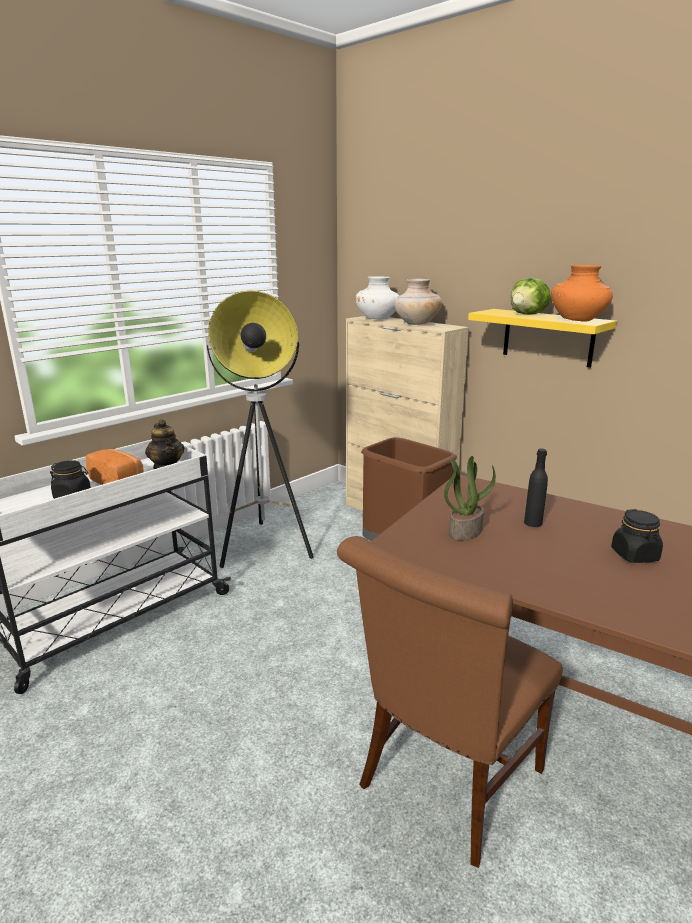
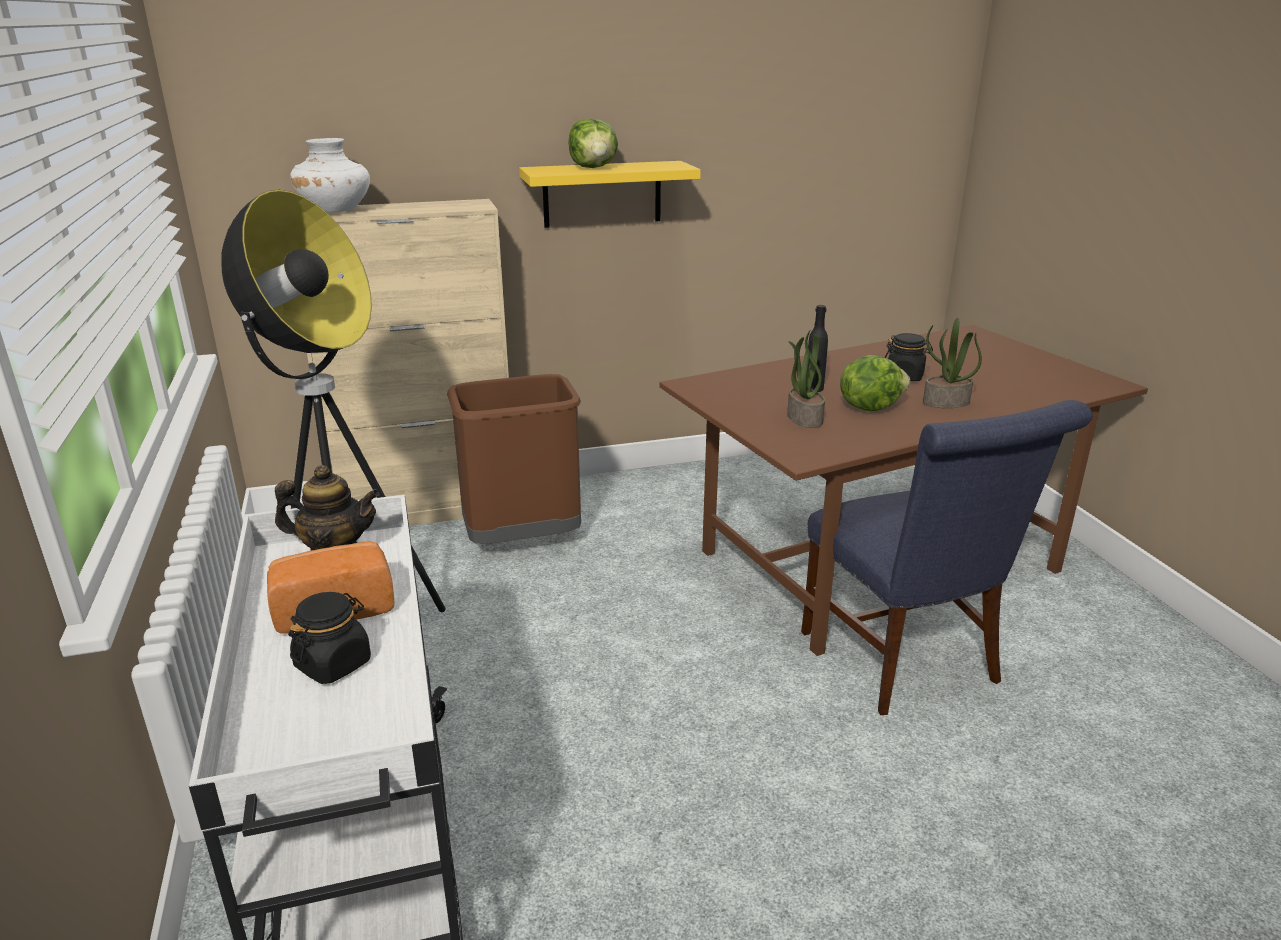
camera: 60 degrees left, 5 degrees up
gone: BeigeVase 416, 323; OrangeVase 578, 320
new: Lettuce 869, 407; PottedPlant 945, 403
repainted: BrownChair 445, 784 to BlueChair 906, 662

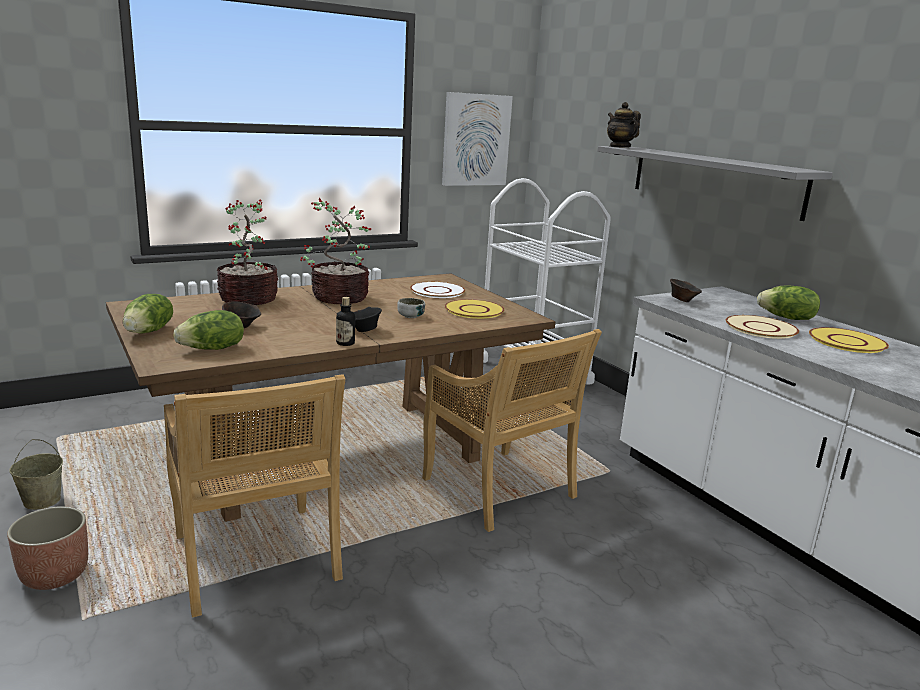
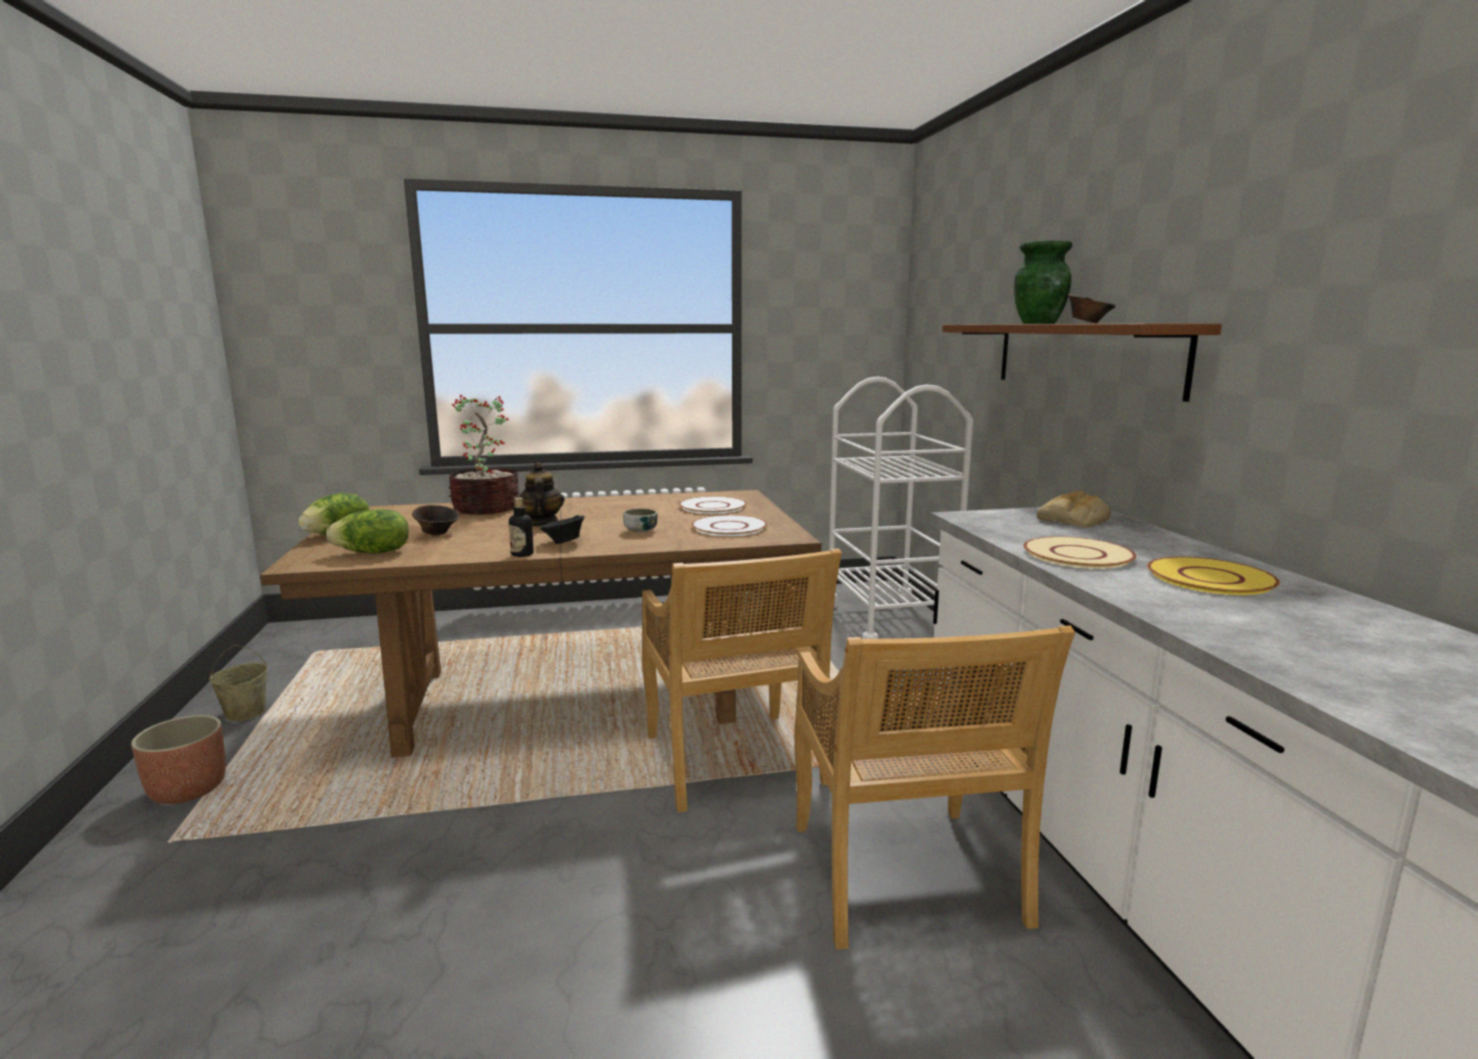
camera: 20 degrees right, 5 degrees down
gone: PottedPlant 338, 298; Picture 476, 140; Lettuce 787, 318
new: GreenVase 1039, 323; Bread 1074, 520
shifted: BeigeChair 256, 560 to 906, 877; Teapot 619, 147 to 541, 523; BrownBowl 682, 300 to 1088, 323
repainted: YellowPlate 474, 310 to WhitePlate 729, 527; GreyShelf 714, 180 to BrownShelf 1082, 356

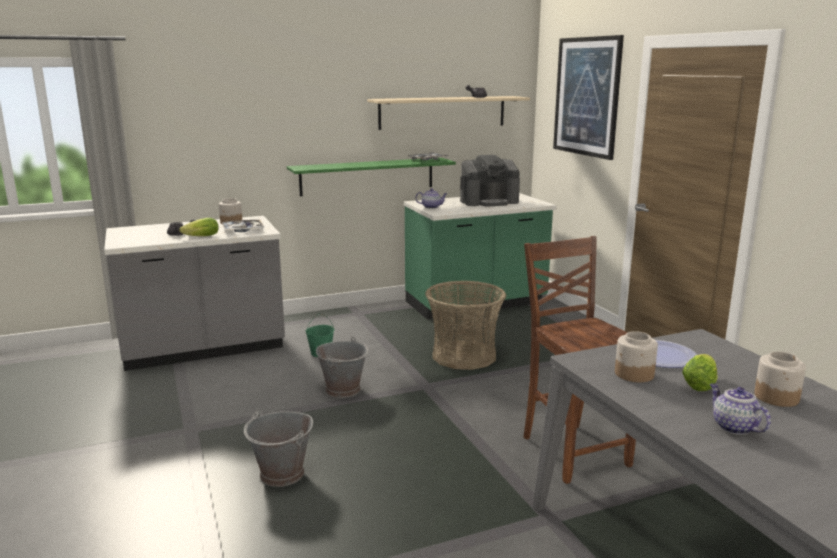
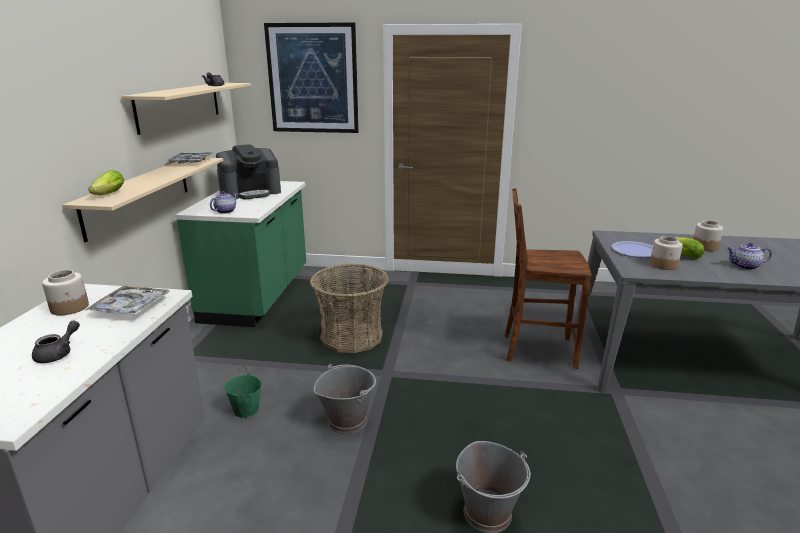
camera: 60 degrees left, 5 degrees up
shifted: Lettuce 199, 237 to 107, 195
repainted: GreenShelf 367, 176 to BeigeShelf 139, 195
rotated: CoffeeMachine 489, 201 = 250, 193 45 degrees clockwise

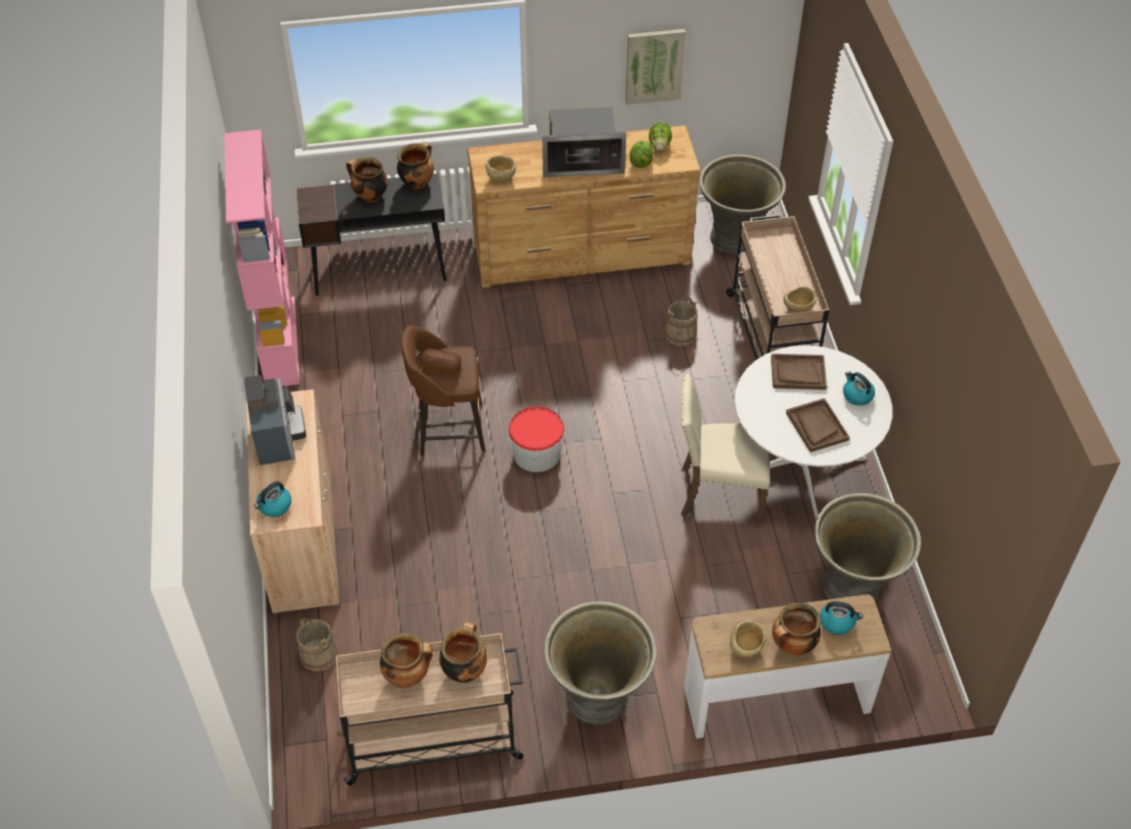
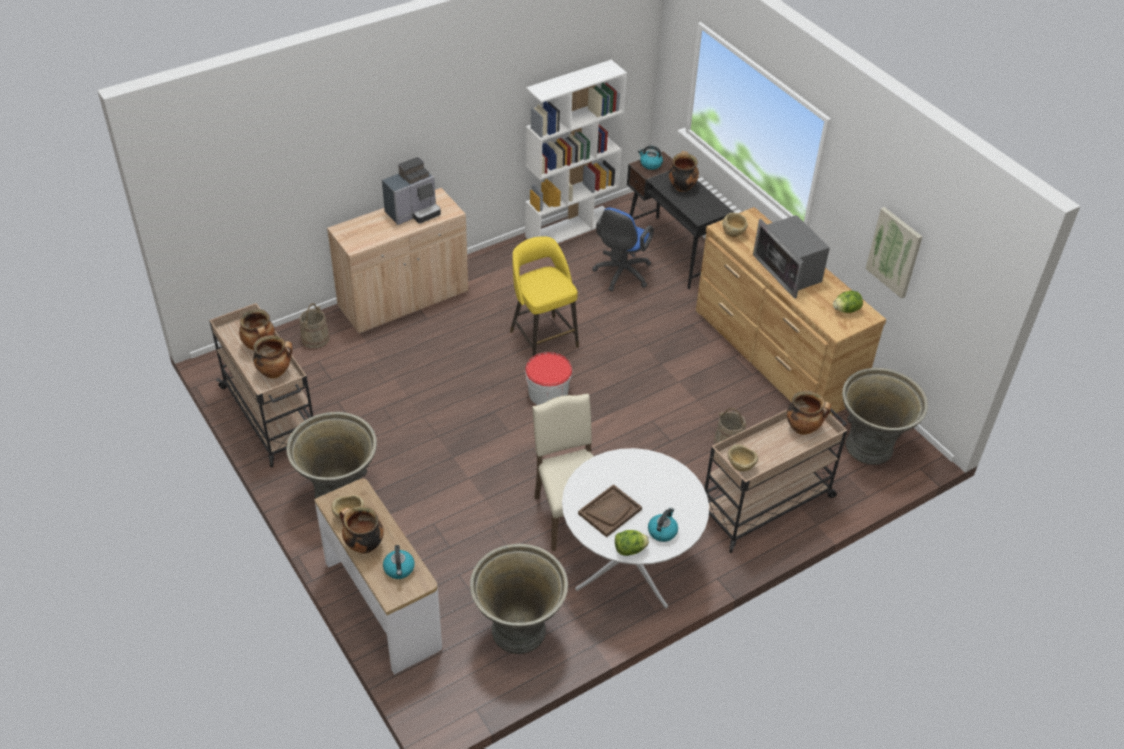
camera: 65 degrees right, 5 degrees down
gone: Bread 441, 367; BrownTray 798, 373
new: BlueOfficeChair 621, 275
shifted: Kettle 274, 506 to 650, 164; CookingPot 417, 182 to 803, 428; Lettuce 641, 162 to 629, 549
repainted: PinkBookcase 279, 341 to WhiteBookcase 571, 227; BrownStool 448, 429 to YellowStool 543, 337

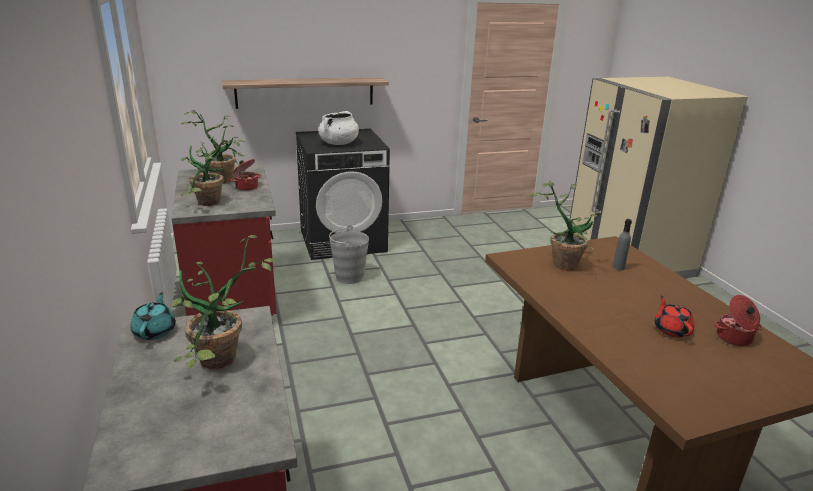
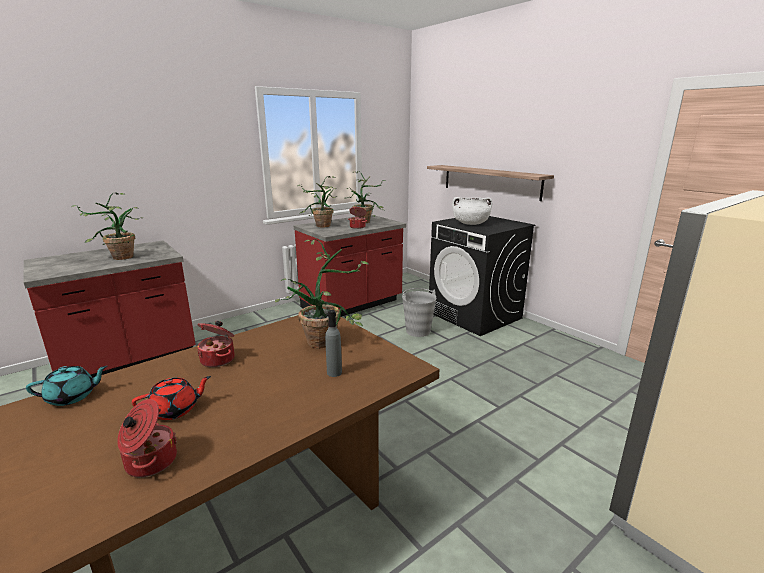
camera: 70 degrees right, 5 degrees down
new: CookingPot 218, 359
shifted: TurquoiseTeapot 155, 331 to 72, 397

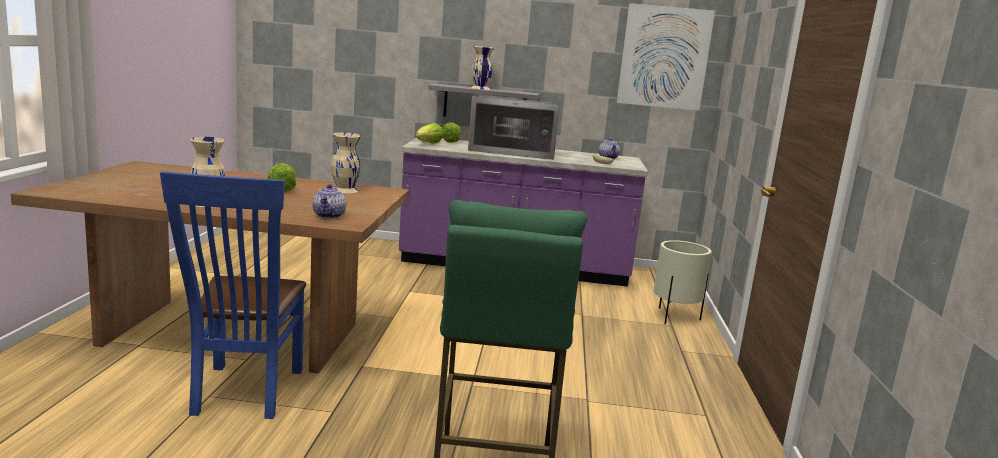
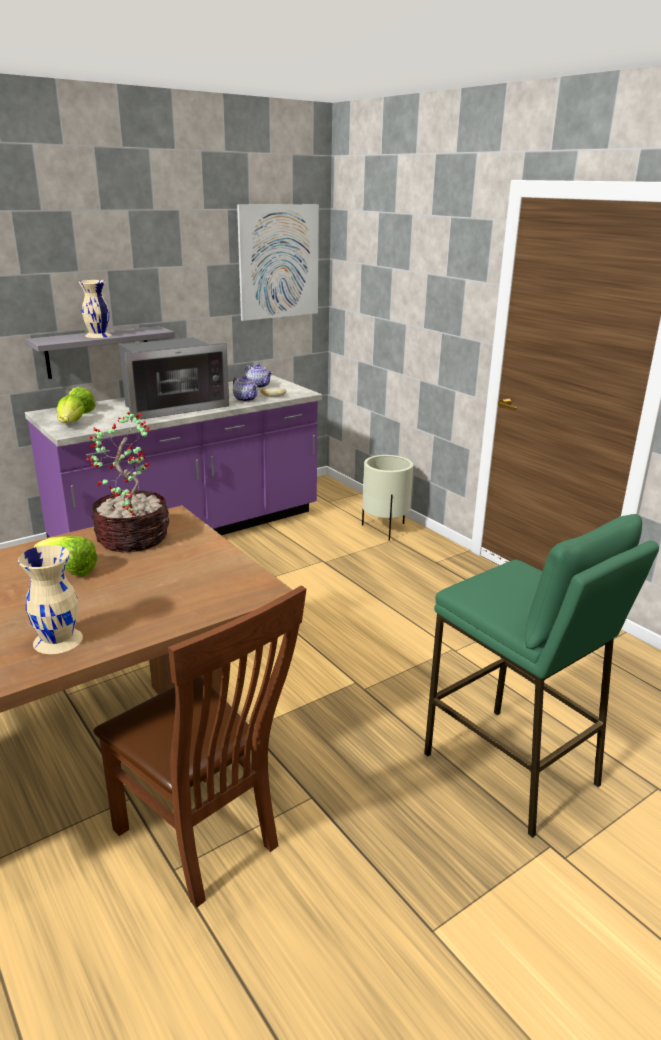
camera: 40 degrees left, 10 degrees up
shifted: Teapot 330, 216 to 246, 399
swapped: BeigeVase 345, 190 to PottedPlant 133, 537
repainted: BlueChair 243, 394 to BrownChair 203, 841

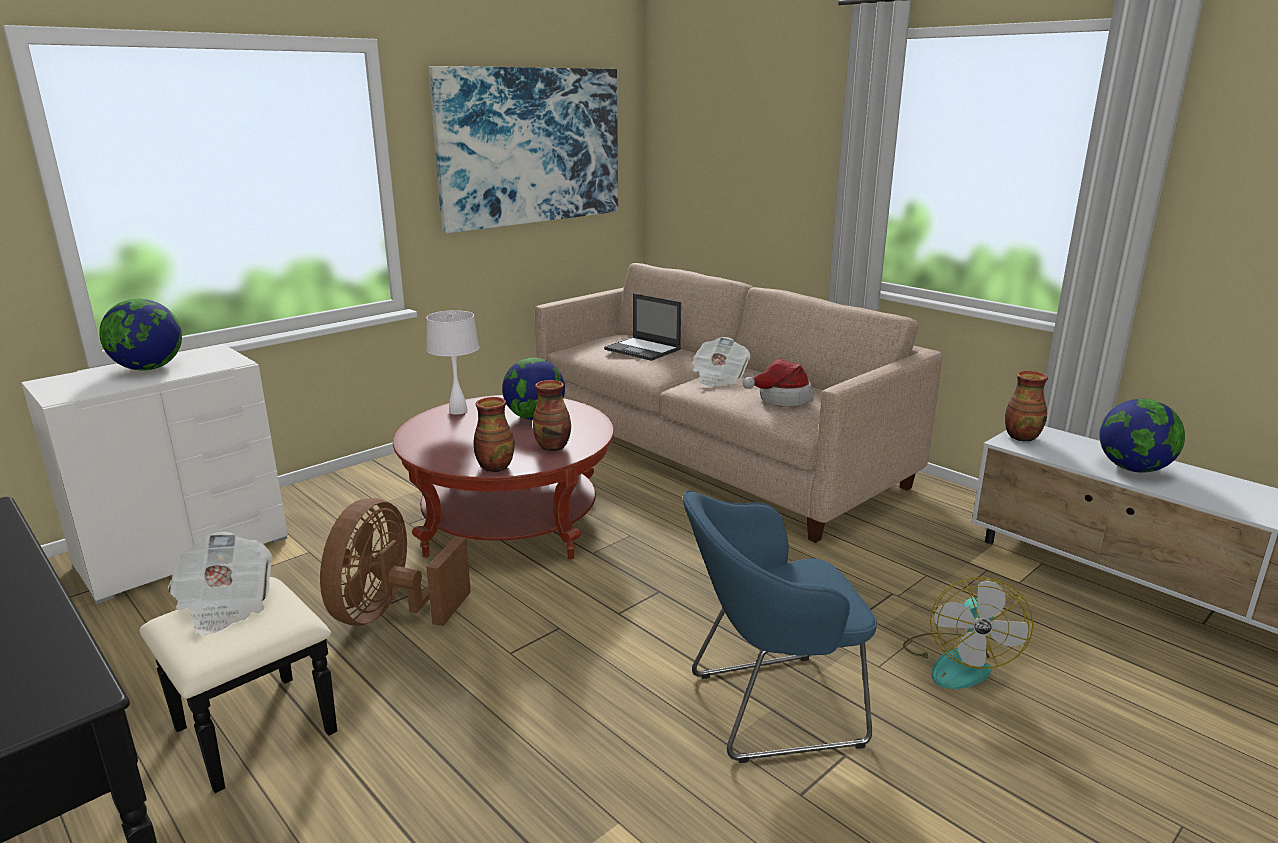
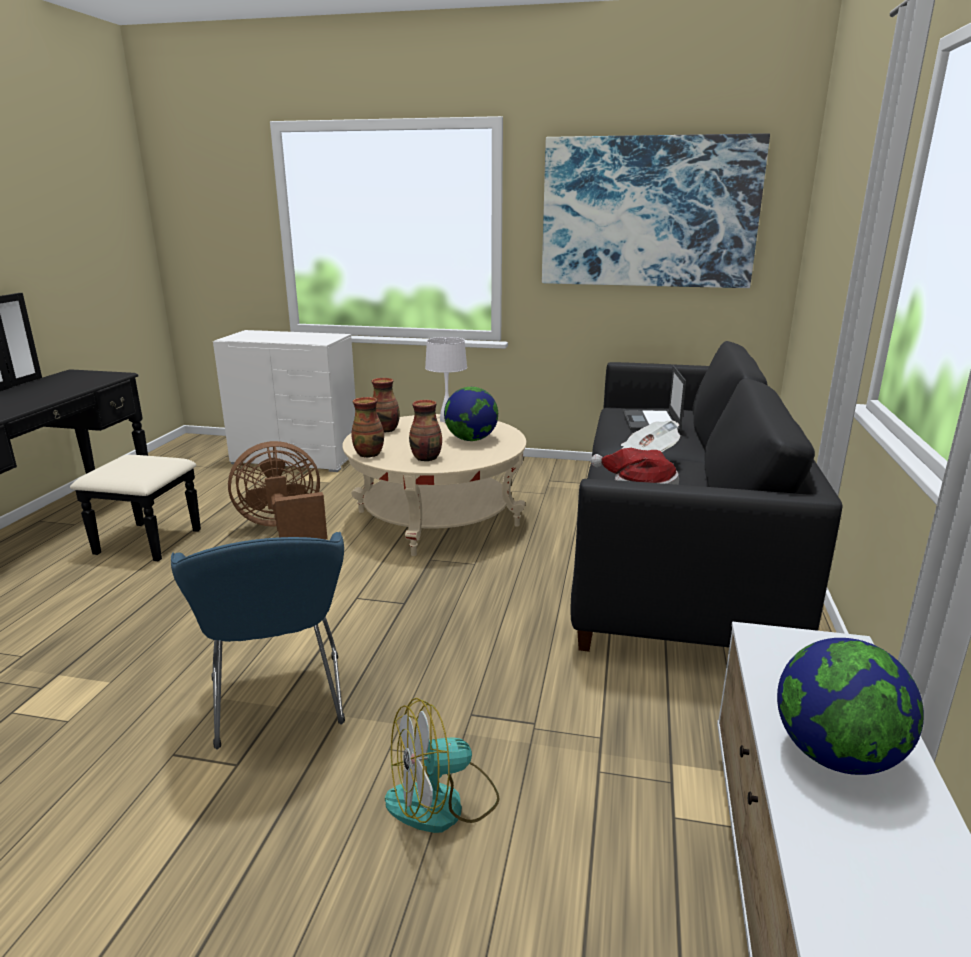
camera: 55 degrees right, 0 degrees up
gone: Globe 148, 368; Newspaper 225, 605
shifted: Vase 1021, 437 to 386, 430
repainted: RedCoffeeTable 511, 522 to BeigeCoffeeTable 437, 518; BeigeSofa 714, 454 to BlackSofa 675, 549
rotated: BlueArmchair 767, 708 = 278, 703 150 degrees counterclockwise

